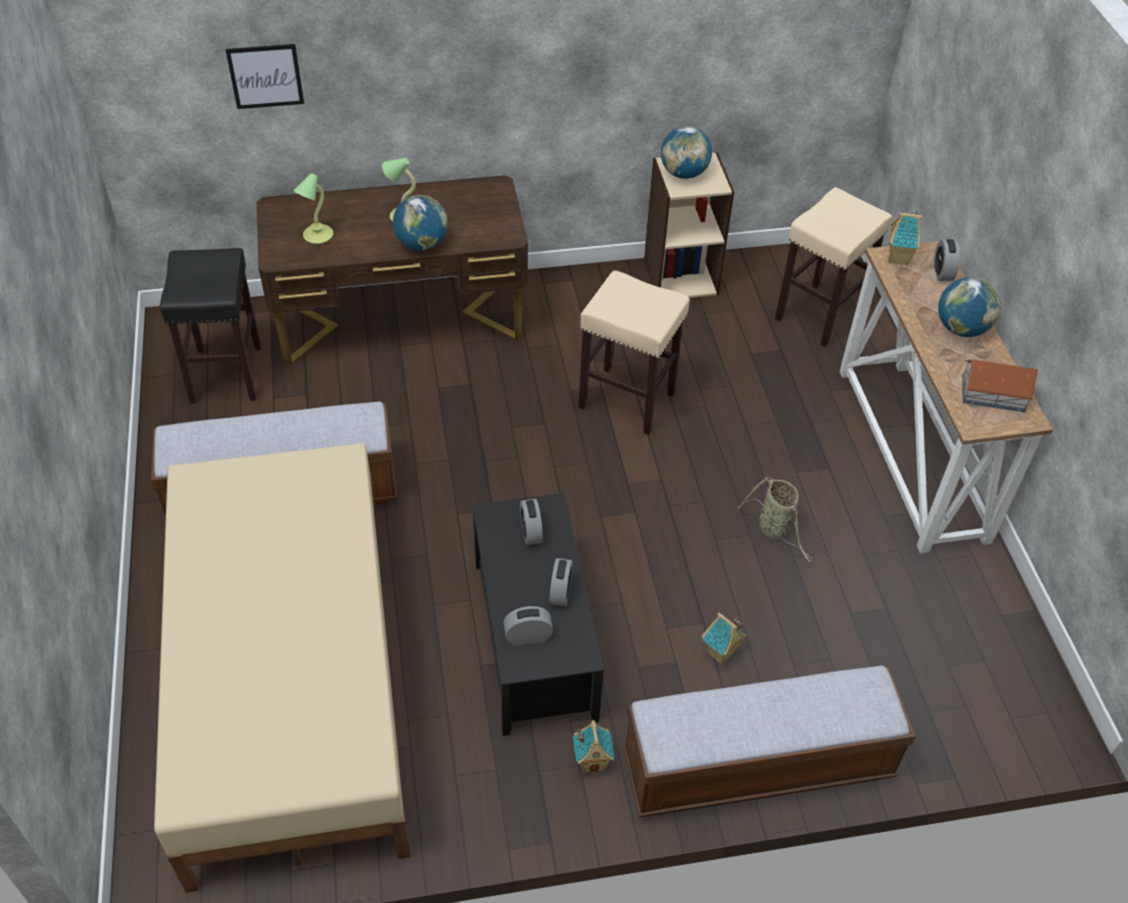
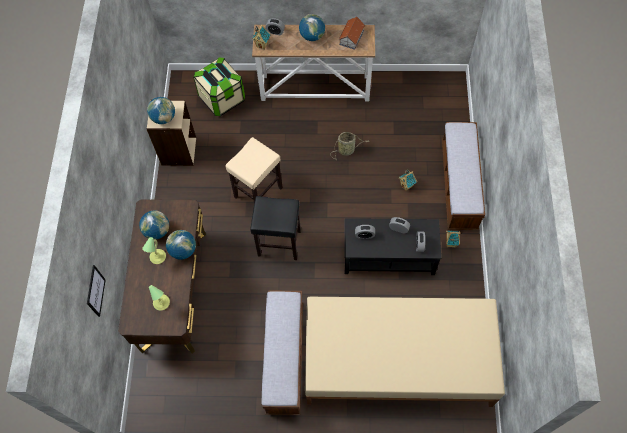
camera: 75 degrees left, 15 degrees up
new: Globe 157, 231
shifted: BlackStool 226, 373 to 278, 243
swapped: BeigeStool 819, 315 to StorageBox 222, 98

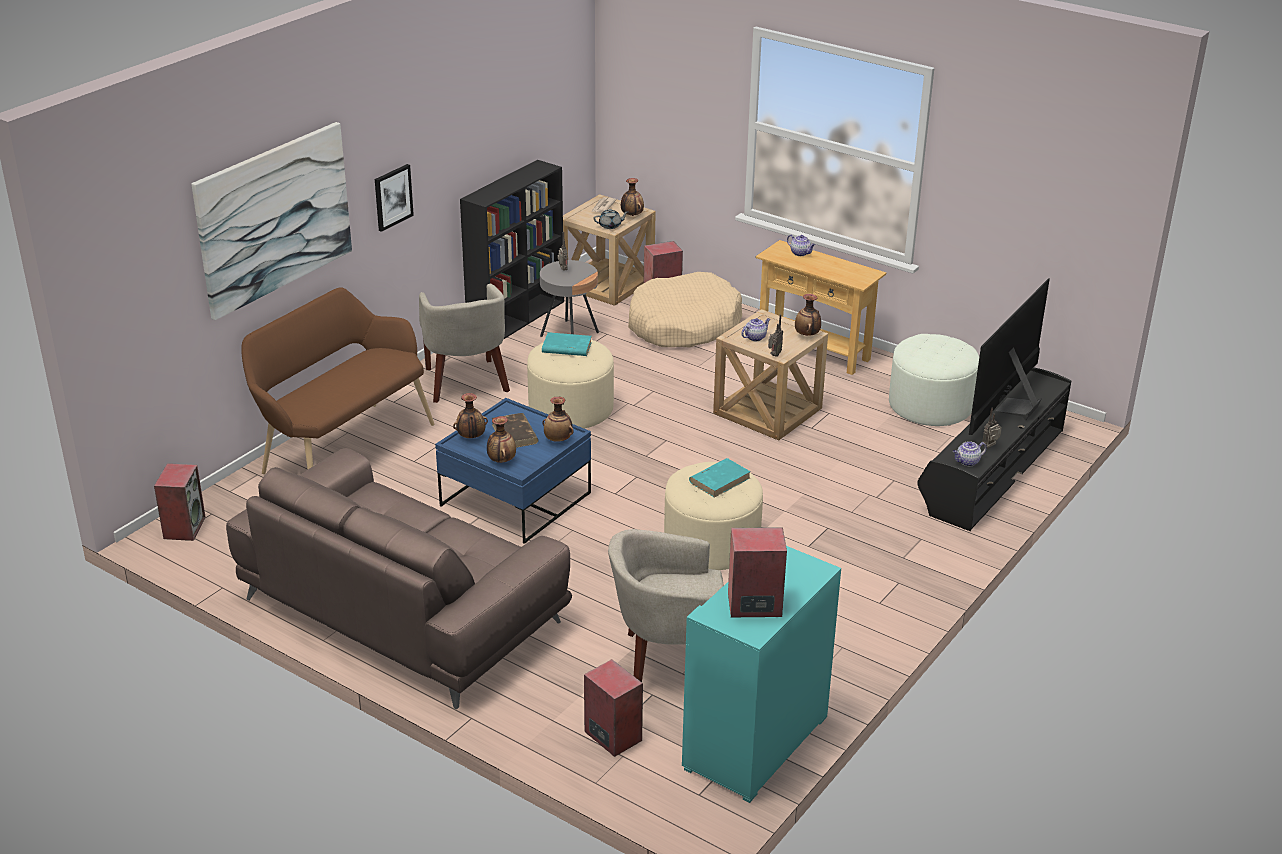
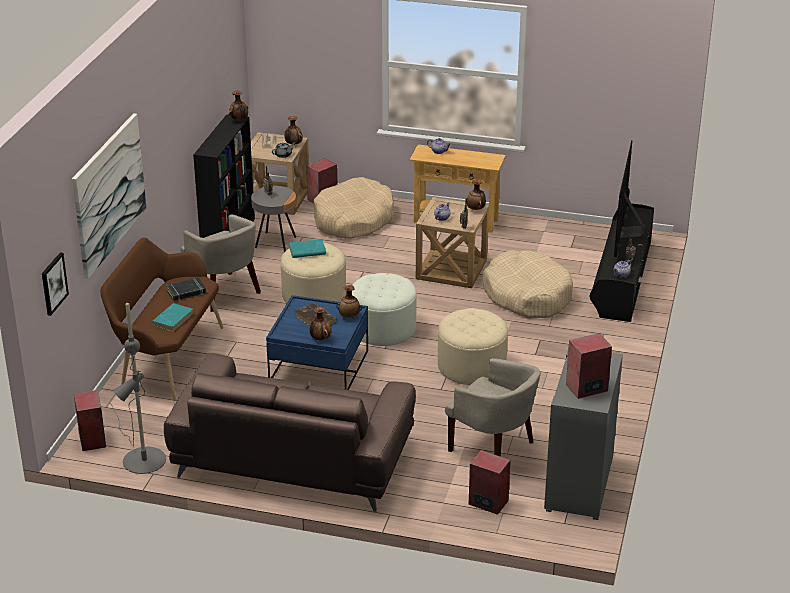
camera: 20 degrees left, 0 degrees up
new: GreyFloorLamp 140, 455; BlackBook 186, 292; BeigeDogBed 527, 295
shifted: Picture 392, 197 to 53, 283; Vase 471, 437 to 239, 120; TurquoiseBook 720, 480 to 173, 319; WhiteOttoman 930, 405 to 383, 329
repainted: TurquoiseCabinet 756, 743 to GreyCabinet 580, 484
rotated: BeigeArmchair 668, 663 = 493, 449 120 degrees counterclockwise

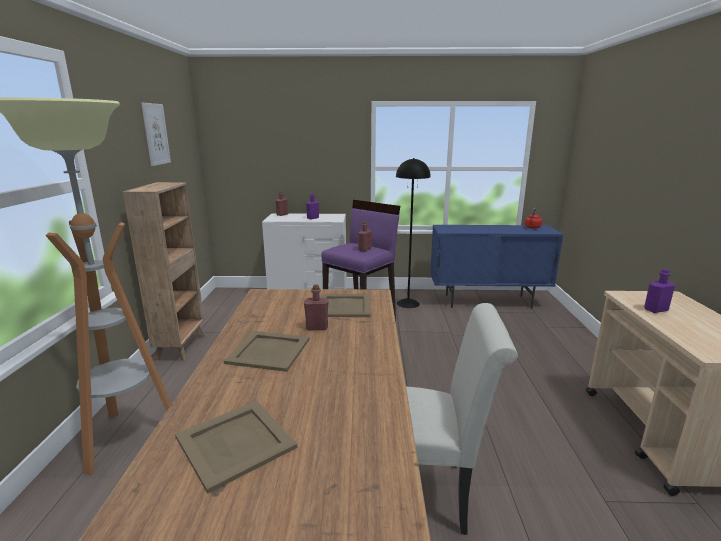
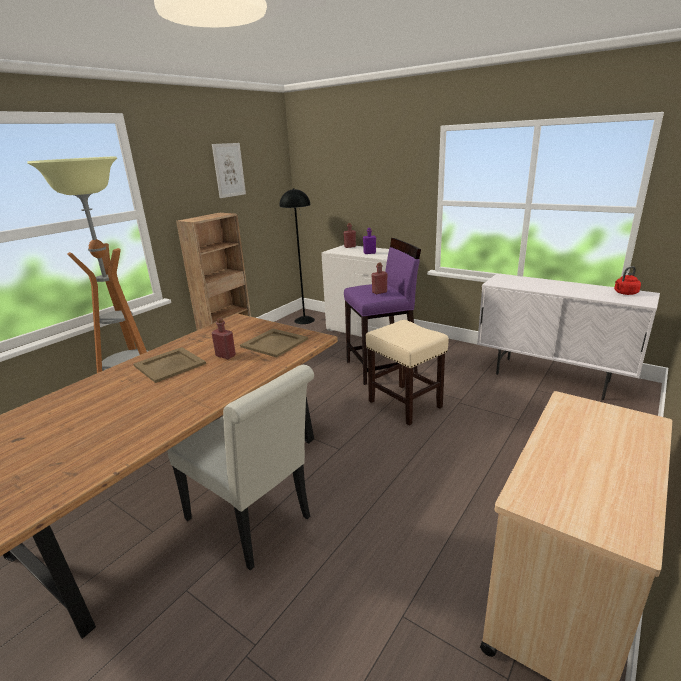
camera: 35 degrees right, 5 degrees up
gone: BeigeTray 236, 442; PurpleBottle 656, 310
new: BeigeStool 405, 404
shifted: BlackFloorLamp 408, 303 to 304, 320
repainted: BlueCabinet 487, 301 to WhiteCabinet 552, 378

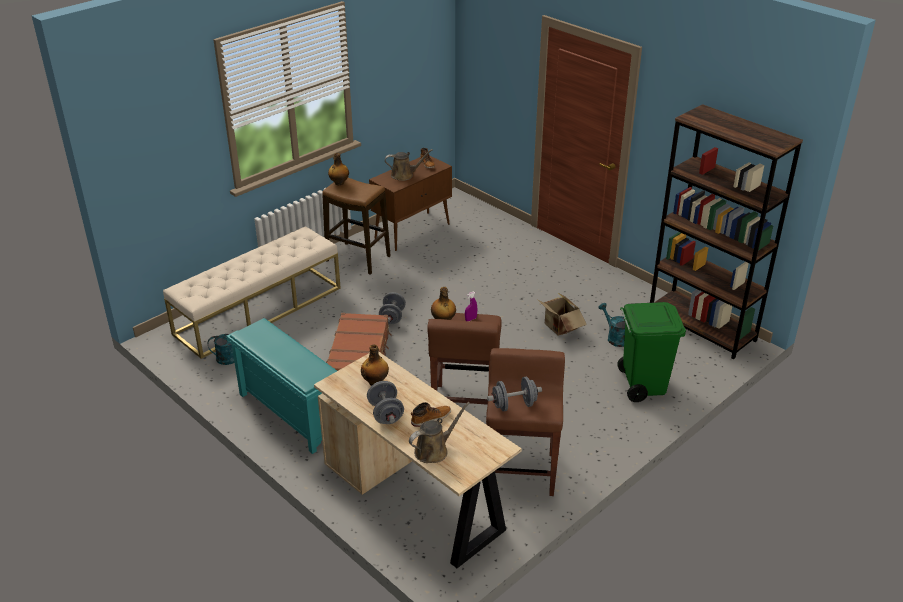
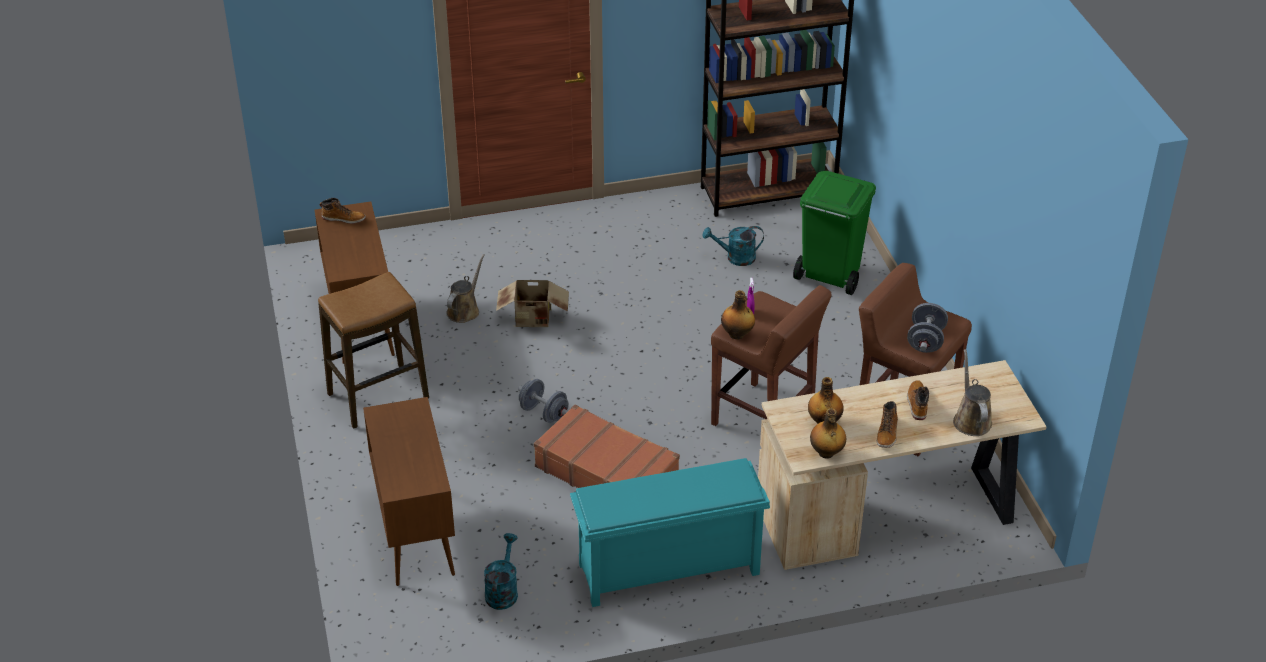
camera: 60 degrees left, 5 degrees up
shifted: Bottle 339, 183 to 826, 453; BrownWateringCan 404, 175 to 464, 310; CardboardBox 559, 328 to 534, 320
swapped: BeigeBench 259, 310 to BrownCabinet 414, 532; GreyDumbbell 385, 414 to Boot 887, 433

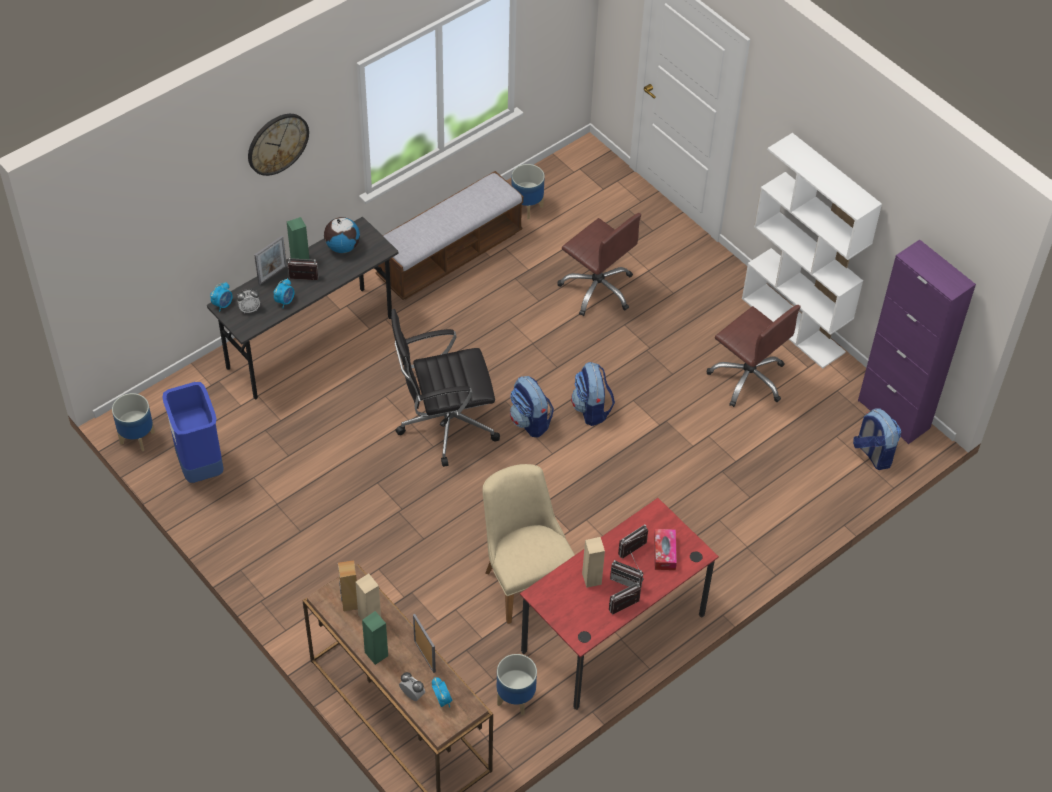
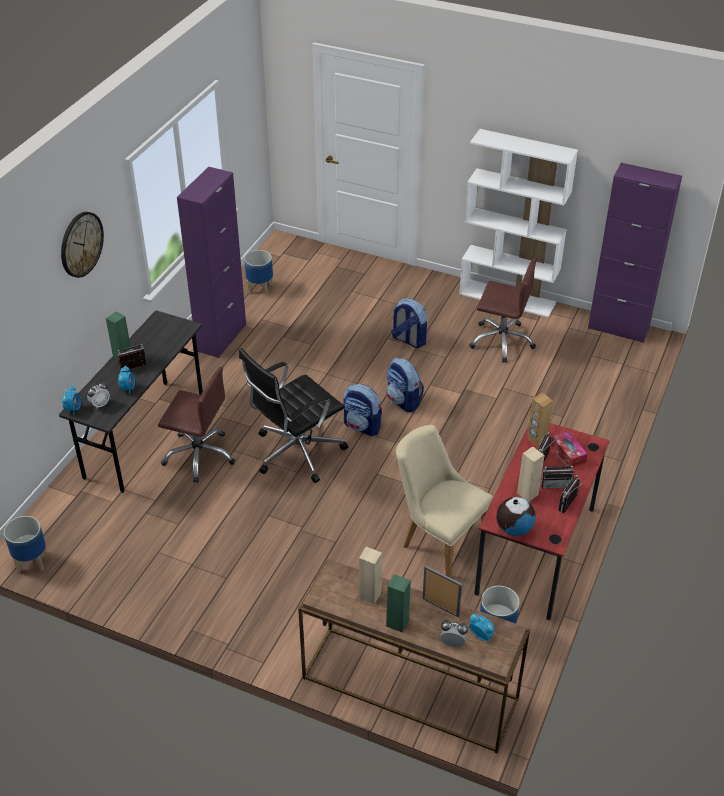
camera: 25 degrees left, 10 degrees down
gone: BlueTrashCan 200, 466; PictureFrame 272, 275
shifted: Globe 342, 246 to 513, 528; BrownSpeaker 349, 602 to 537, 439; BrownOfficeChair 597, 288 to 199, 455; Backpack 873, 454 to 408, 340
swapped: Bench 450, 255 to PurpleCabinet 221, 338

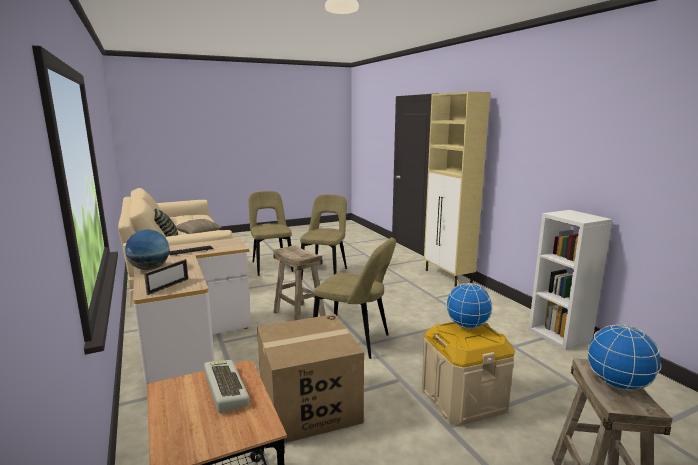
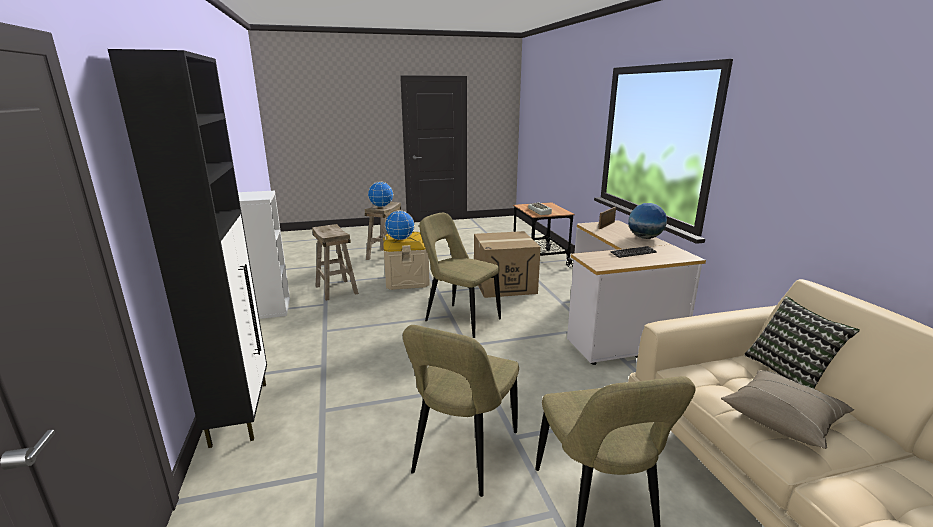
camera: 170 degrees left, 5 degrees up
shifted: BeigeStool 299, 314 to 336, 289
repainted: BeigeCabinet 448, 277 to BlackCabinet 240, 412

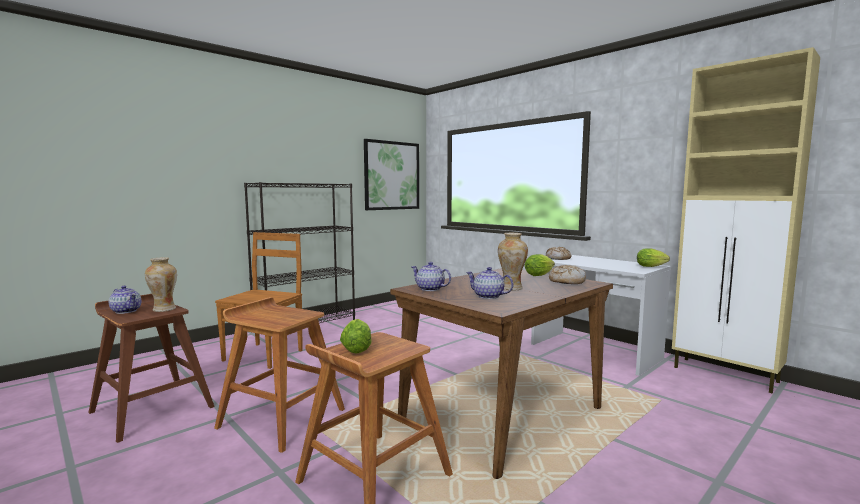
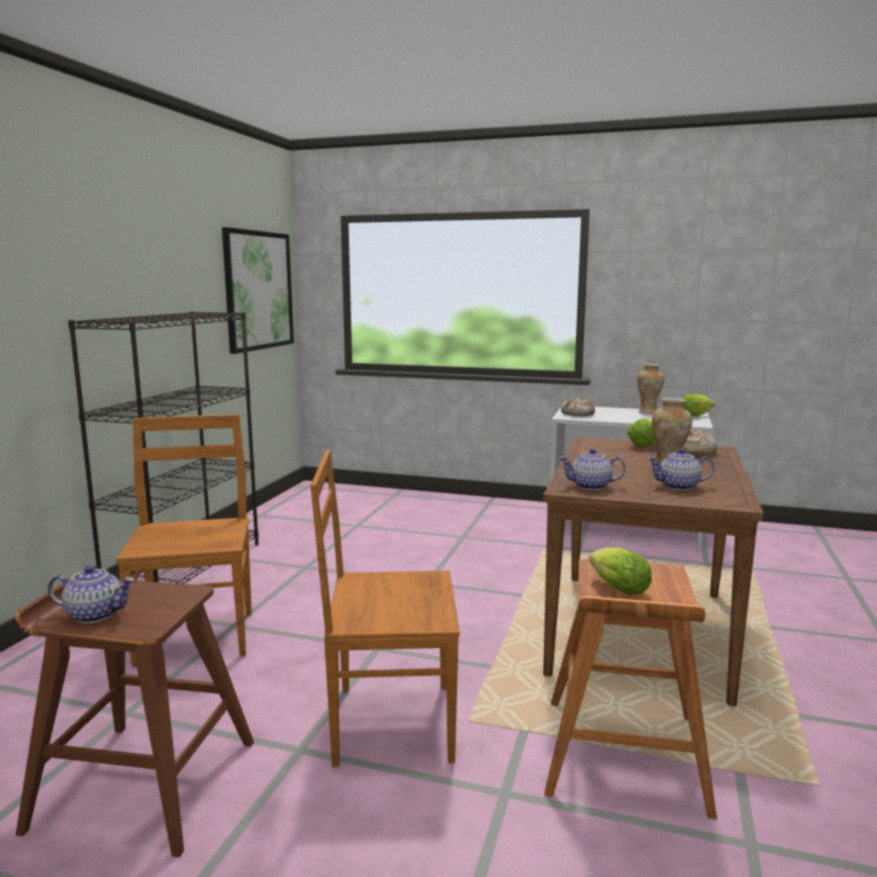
camera: 30 degrees left, 5 degrees up
gone: BeigeCabinet 726, 375
shifted: Vase 163, 309 to 648, 412
swapped: BrownStool 281, 418 to BrownChair 389, 723

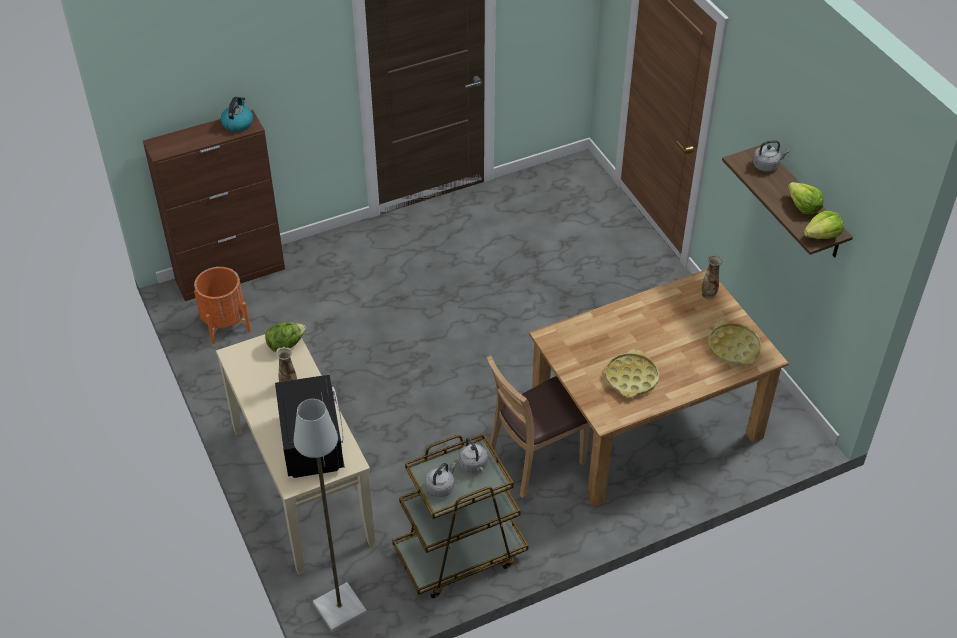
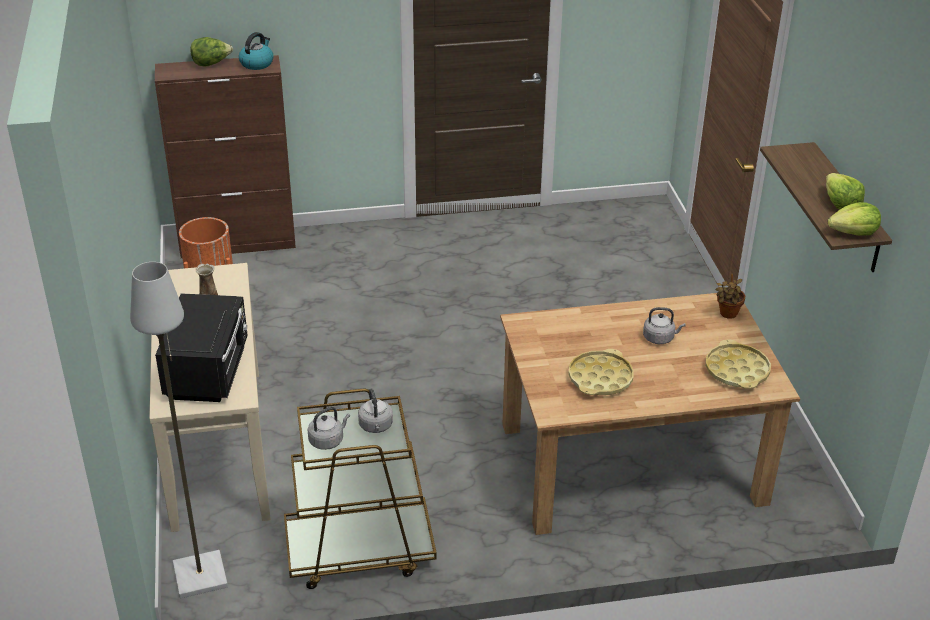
camera: 15 degrees right, 10 degrees down
gone: BrownChair 535, 459
shifted: Lettuce 286, 345 to 211, 64; GreyKettle 767, 165 to 660, 338
swapped: Vase 708, 294 to PottedPlant 727, 314

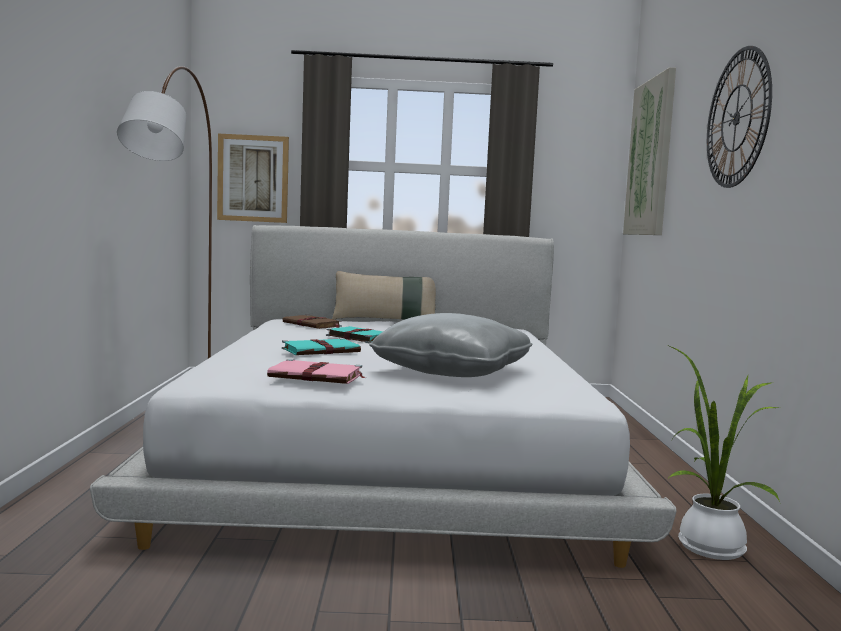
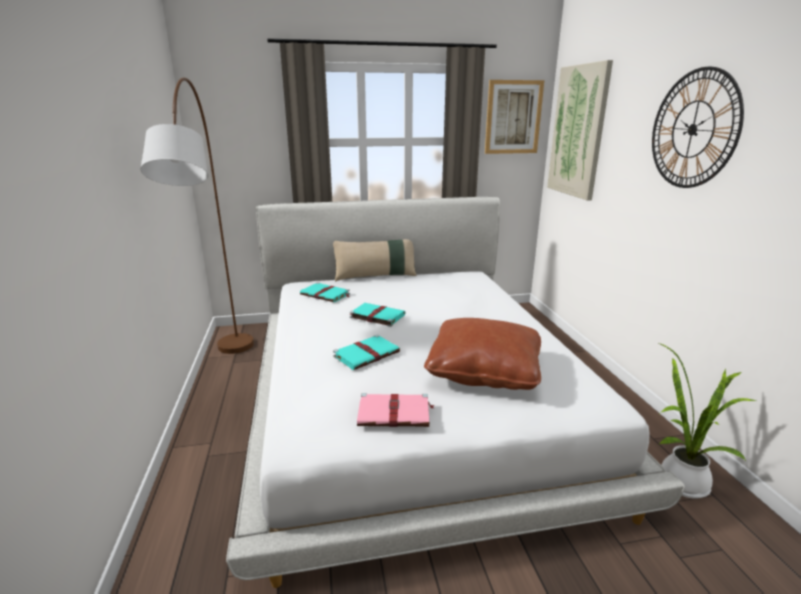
camera: 10 degrees left, 15 degrees up
shifted: Picture 253, 178 to 513, 117
repainted: BrownBook 313, 324 to TurquoiseBook 326, 294; GreyPillow 452, 372 to BrownPillow 483, 370

